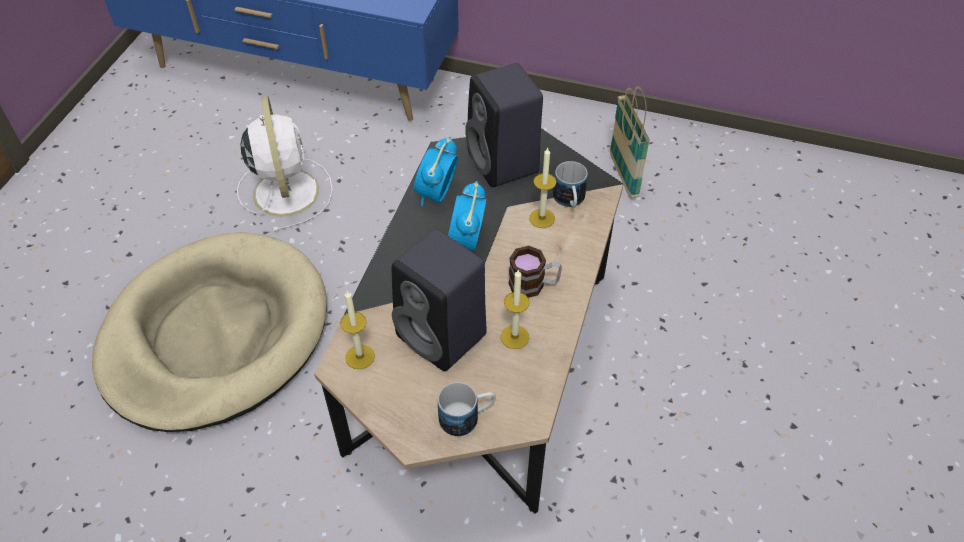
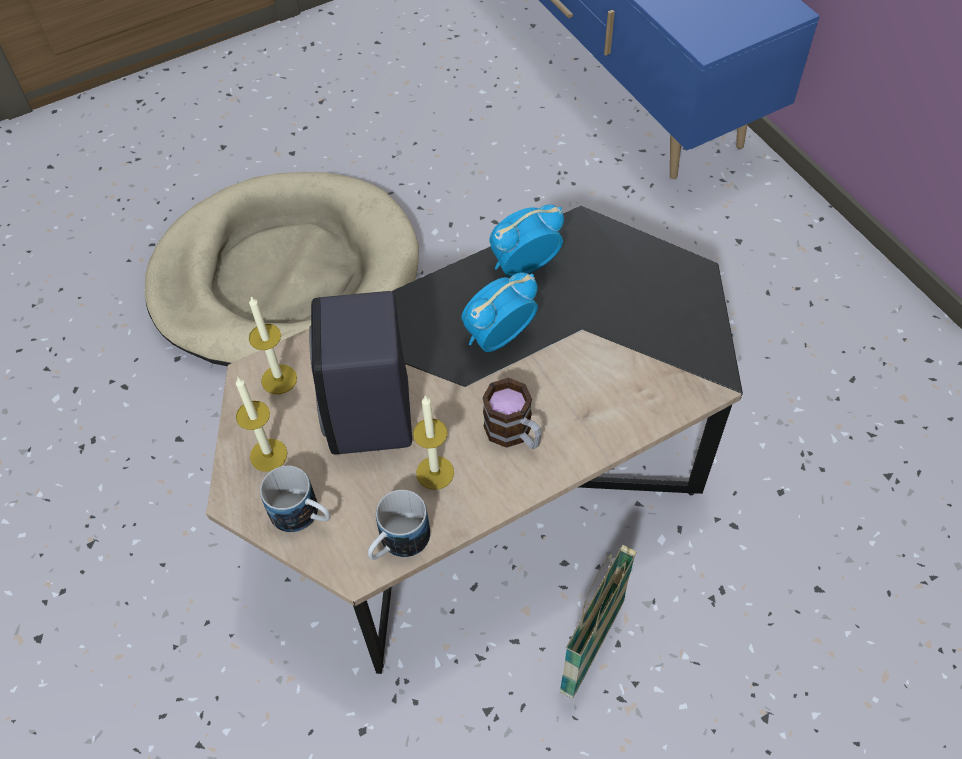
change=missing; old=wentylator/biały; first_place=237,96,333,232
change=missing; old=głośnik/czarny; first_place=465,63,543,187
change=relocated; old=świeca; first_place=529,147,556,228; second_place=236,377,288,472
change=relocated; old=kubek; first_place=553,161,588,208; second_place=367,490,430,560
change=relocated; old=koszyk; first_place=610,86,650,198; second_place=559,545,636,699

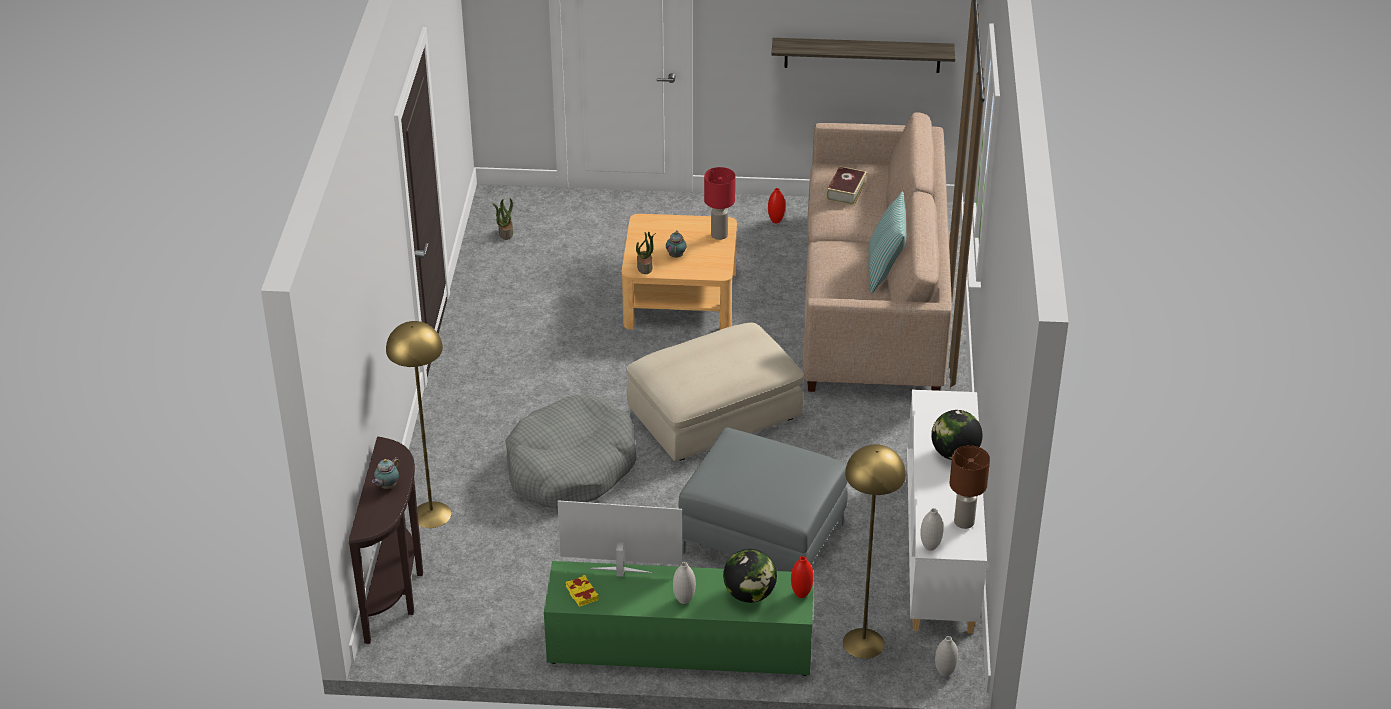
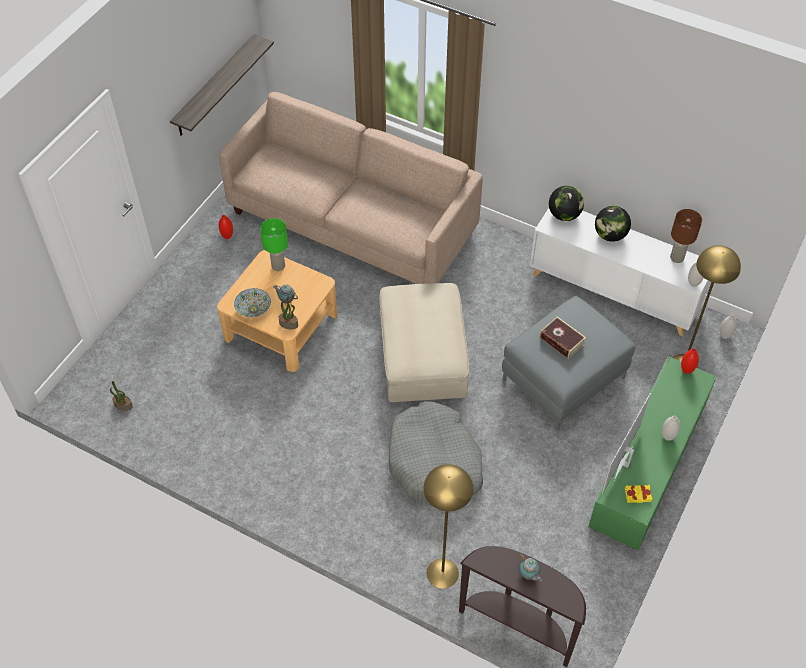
change=colour; old=lampa stołowa/czerwony; new=lampa stołowa/zielony; first_place=704,167,736,240; second_place=260,218,288,271
change=relocated; old=globus; first_place=723,549,777,603; second_place=549,186,584,221
change=relocated; old=książka; first_place=826,166,867,205; second_place=540,317,586,359
change=missing; old=poduszka; first_place=868,191,906,294
change=appeared; new=miska; second_place=234,288,271,317

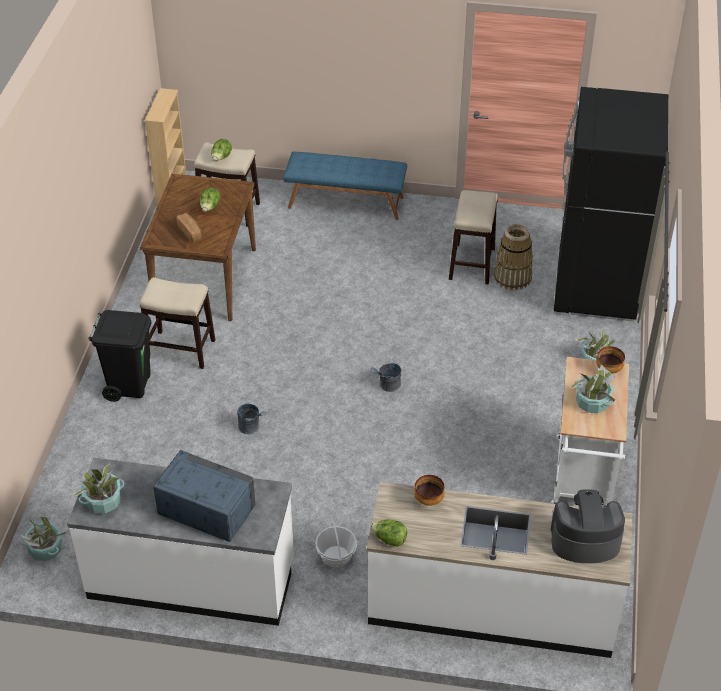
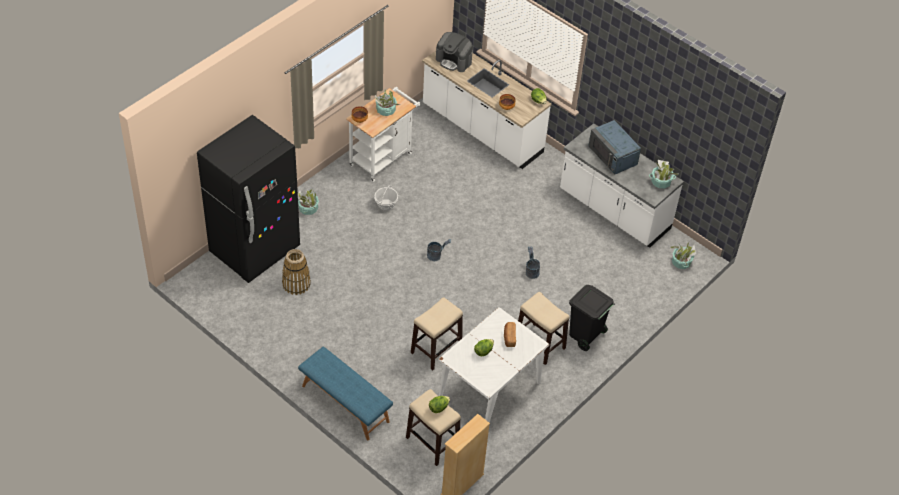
change=colour; old=stół jadalny/brązowy; new=stół jadalny/biały; first_place=140,174,256,321; second_place=438,307,550,423
change=relocated; old=koszyk; first_place=316,522,357,568; second_place=374,185,398,211
change=relocated; old=stołek; first_place=449,190,498,284; second_place=411,297,463,371

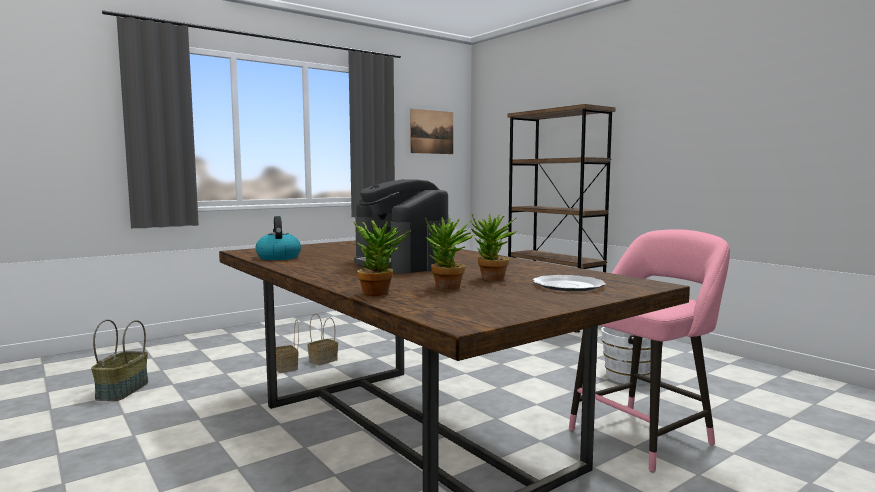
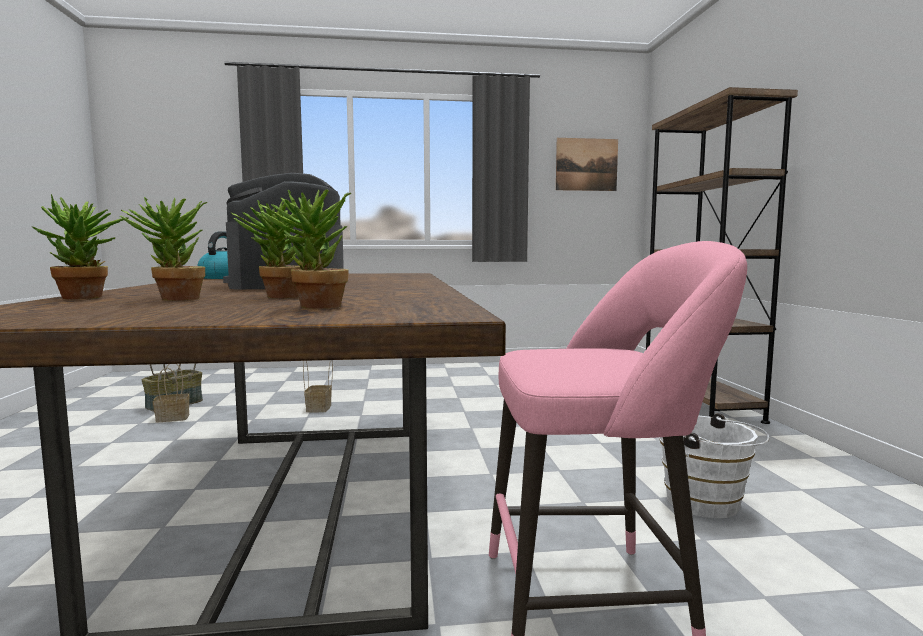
change=relocated; old=koszyk; first_place=307,313,338,365; second_place=153,364,190,423
change=exchanged; old=talerz; new=roślina doniczkowa; first_place=533,275,606,291; second_place=259,190,351,309

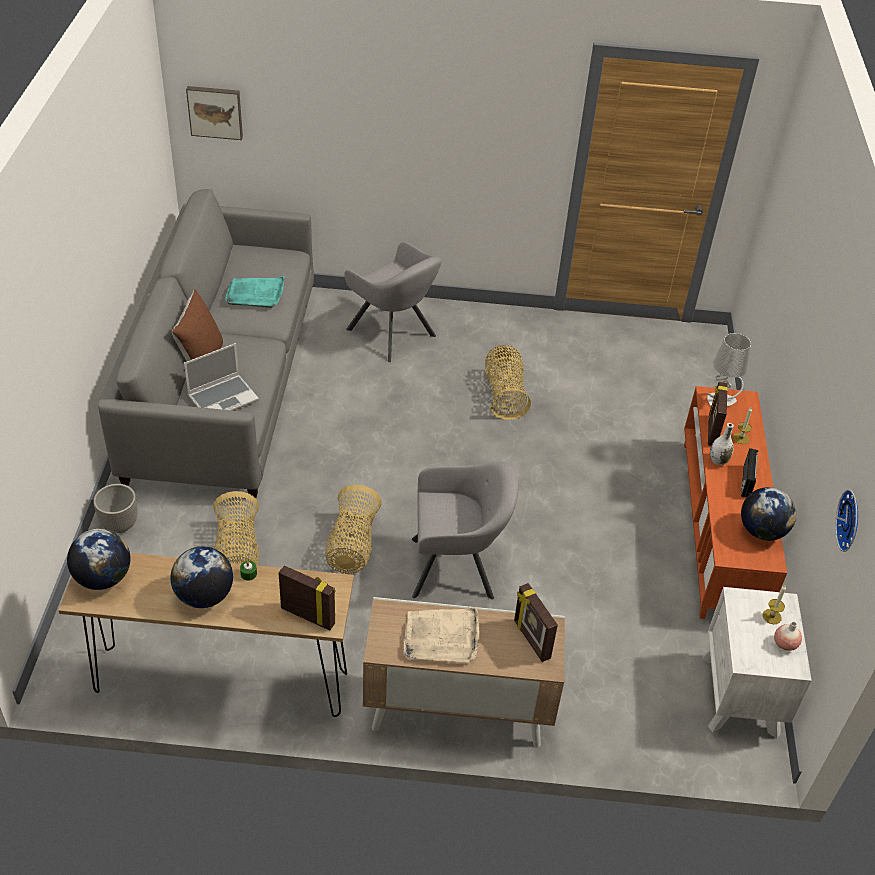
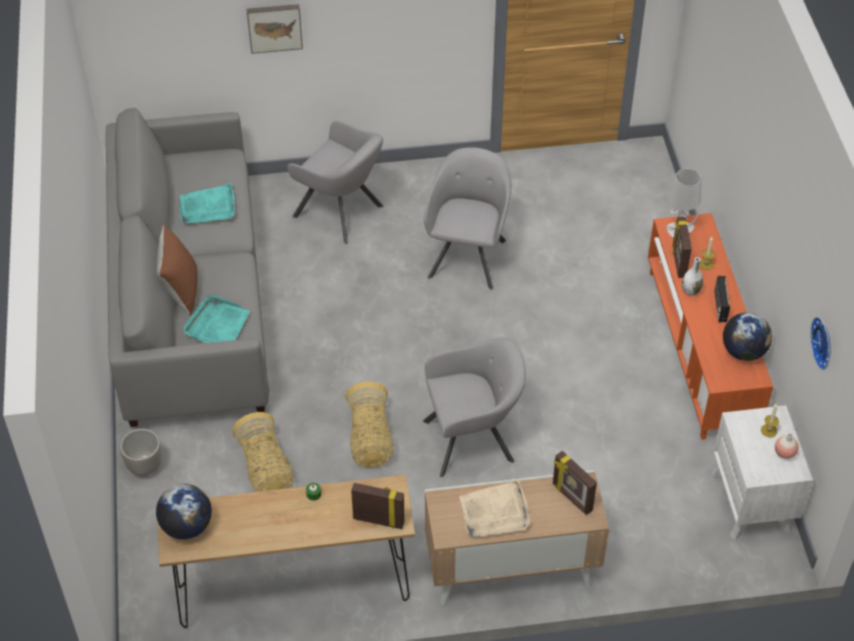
change=missing; old=globus; first_place=171,546,233,608
change=exchanged; old=laptop; new=taca/turkusowy; first_place=184,343,259,411; second_place=183,295,250,343
change=relocated; old=obraz; first_place=186,86,243,140; second_place=247,4,303,54
change=exchanged; old=koszyk; new=fotel/szary; first_place=485,345,531,420; second_place=424,147,511,290

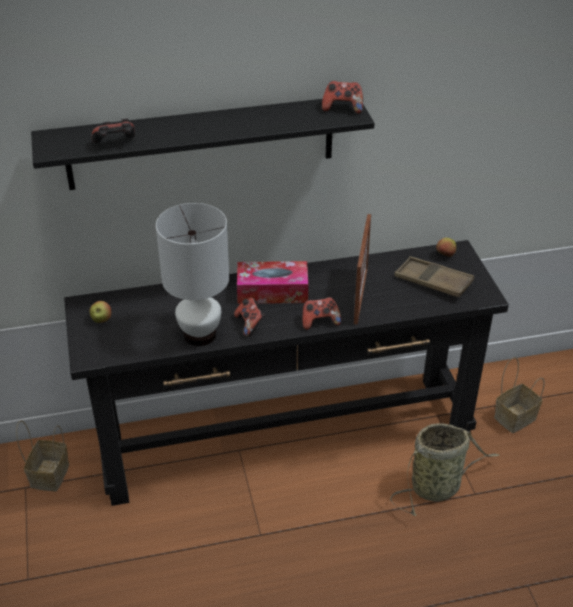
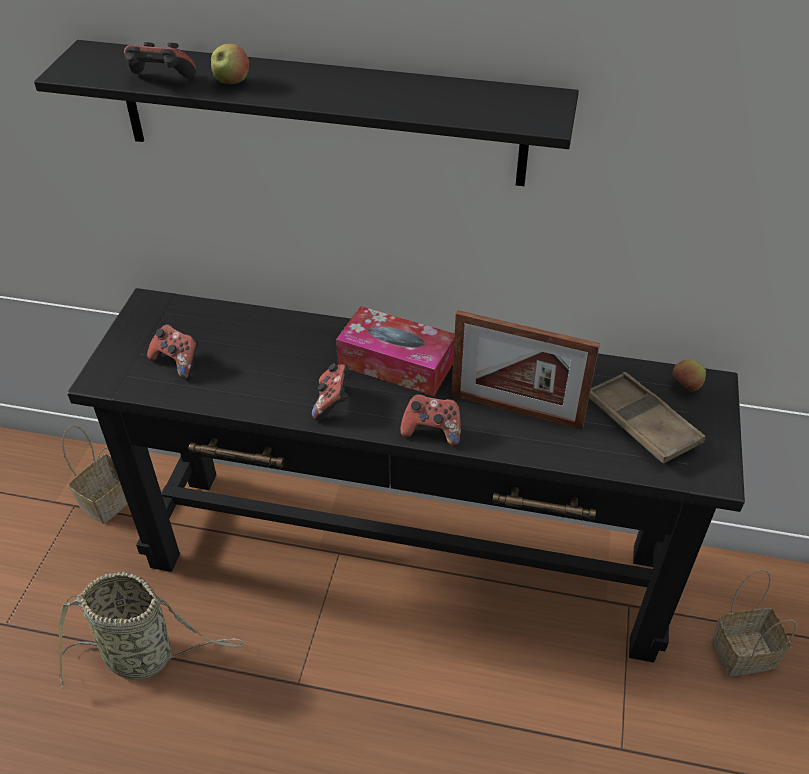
change=relocated; old=jabłko; first_place=90,301,111,323; second_place=211,43,249,84
change=missing; old=lampa stołowa/biały; first_place=156,203,229,346
change=relocated; old=pad do gier; first_place=322,81,363,114; second_place=147,324,198,379
change=spun; old=ramka na zdjęcie; first_place=354,214,371,325; second_place=451,310,600,430; degrees=75
change=relocated; old=koszyk; first_place=390,423,500,516; second_place=58,571,244,689

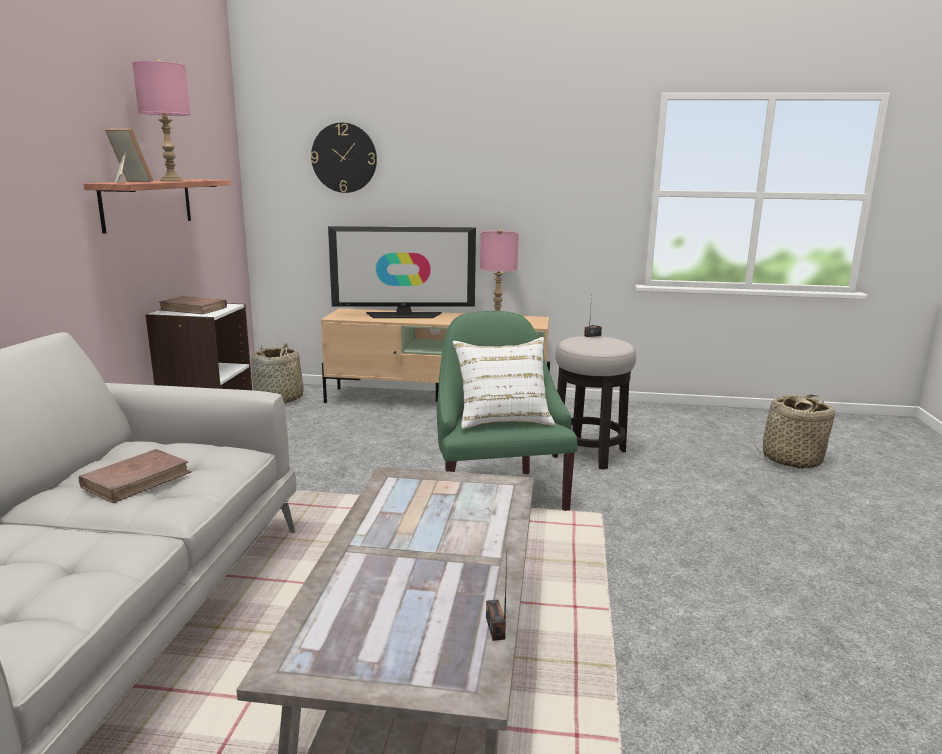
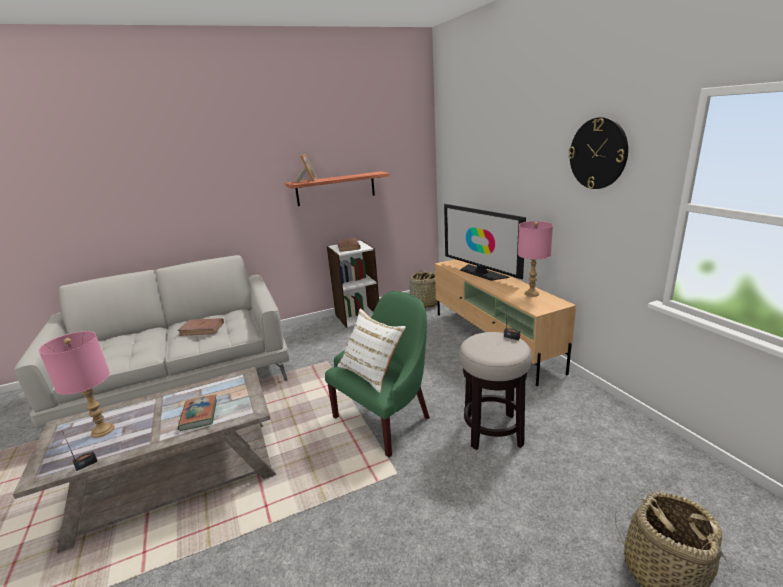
change=relocated; old=lampa stołowa/różowy; first_place=132,60,190,181; second_place=39,331,115,438
change=relocated; old=zegar ścienny; first_place=311,123,377,193; second_place=568,117,628,189
change=appeared; new=książka; second_place=178,394,217,431

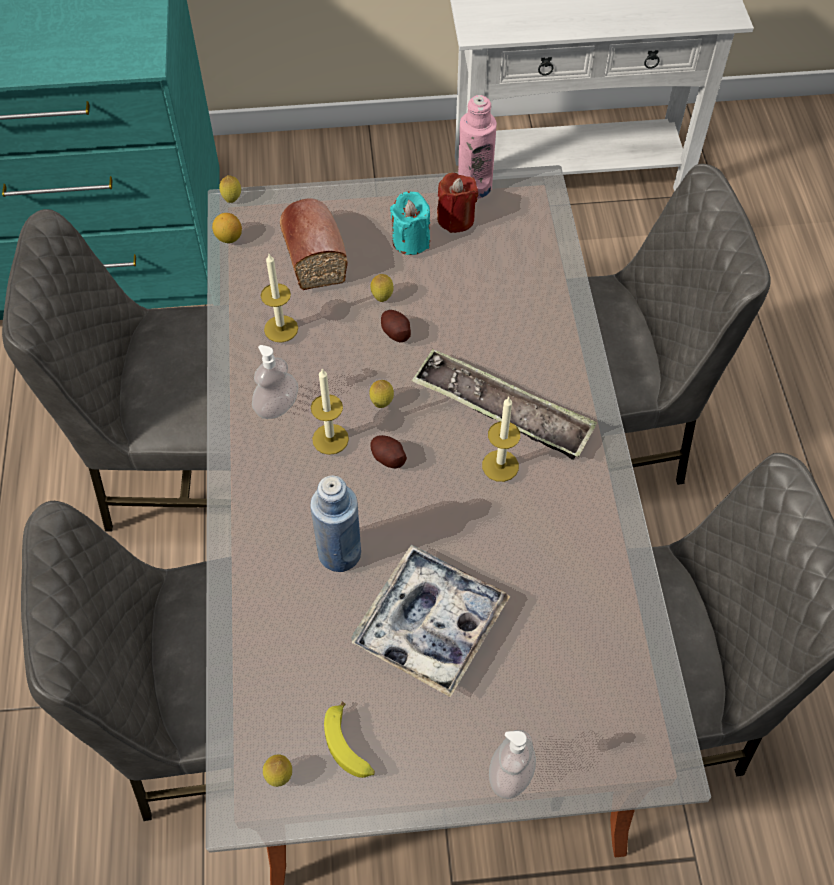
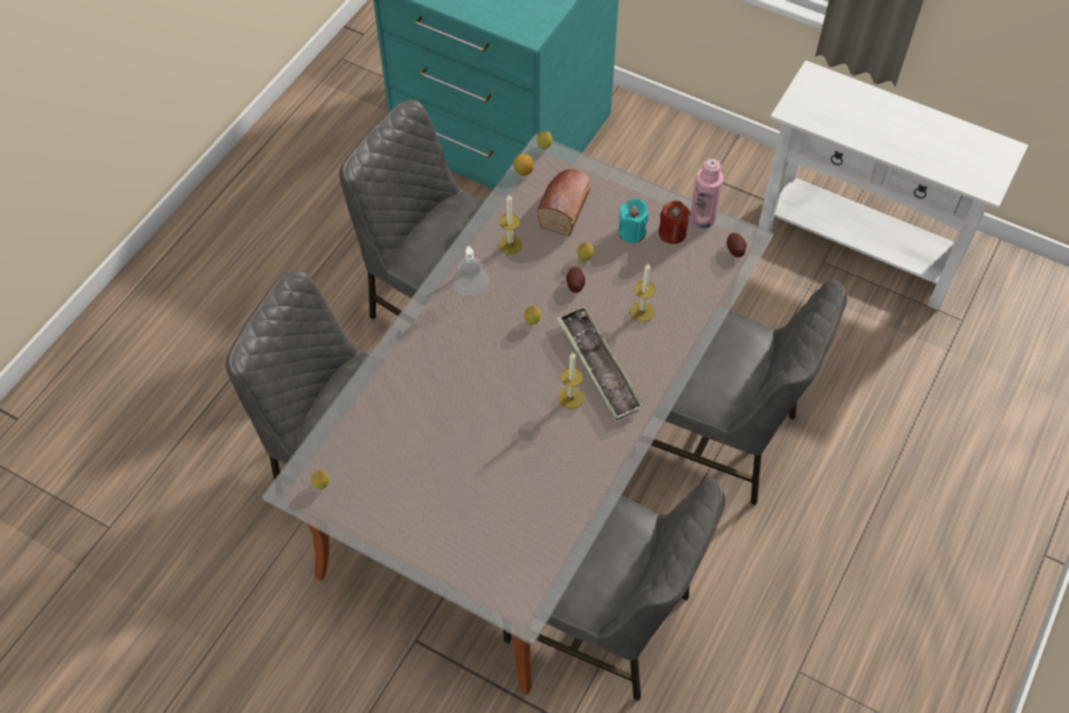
change=missing; old=butelka/niebieski; first_place=310,475,361,572
change=relocated; old=świeca; first_place=311,368,349,455; second_place=630,264,656,322
change=missing; old=banan; first_place=324,702,375,778
change=missing; old=taca; first_place=351,545,510,697
change=relocated; old=ziemniak; first_place=370,435,407,468; second_place=727,233,746,257
change=missing; old=dozownik mydła; first_place=489,730,536,799

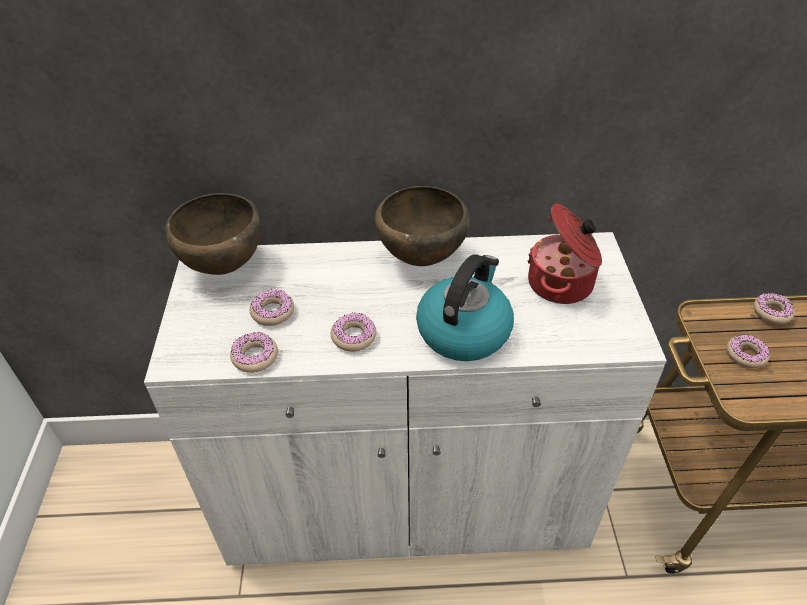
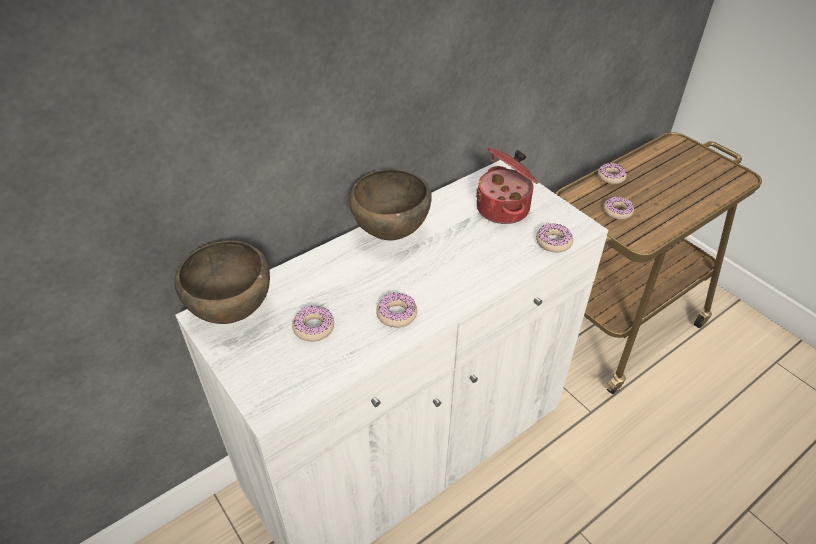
change=relocated; old=donut; first_place=230,332,278,373; second_place=536,223,573,252
change=missing; old=czajnik; first_place=416,254,514,361

